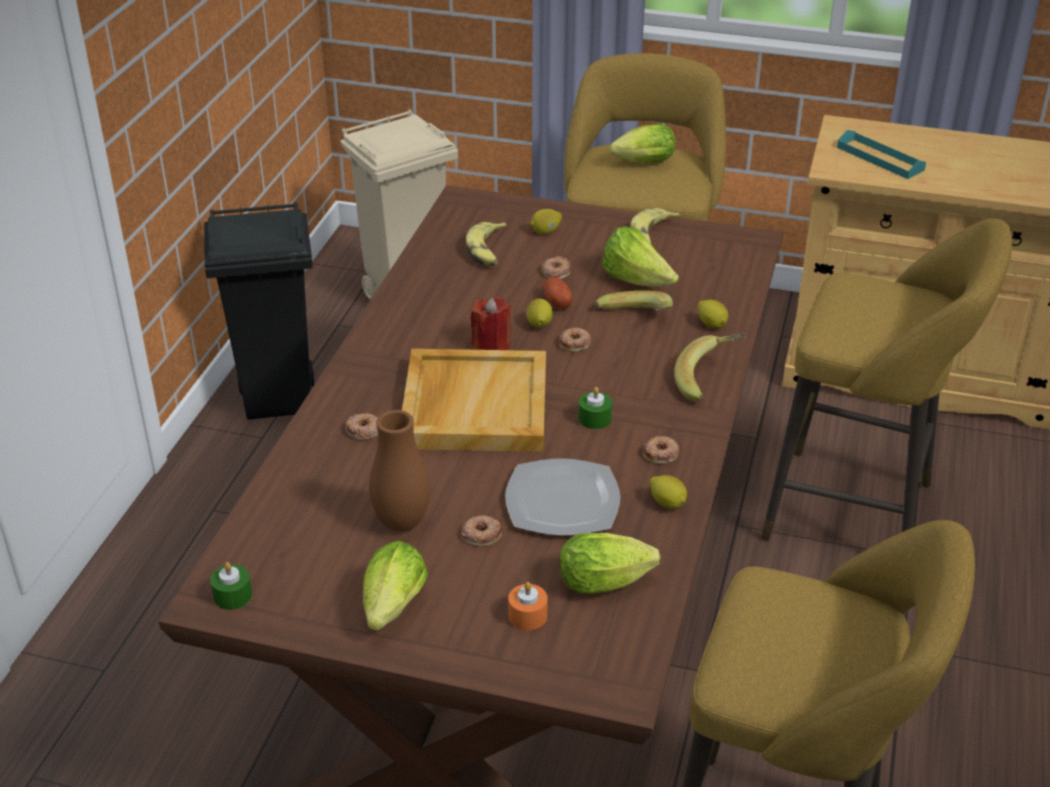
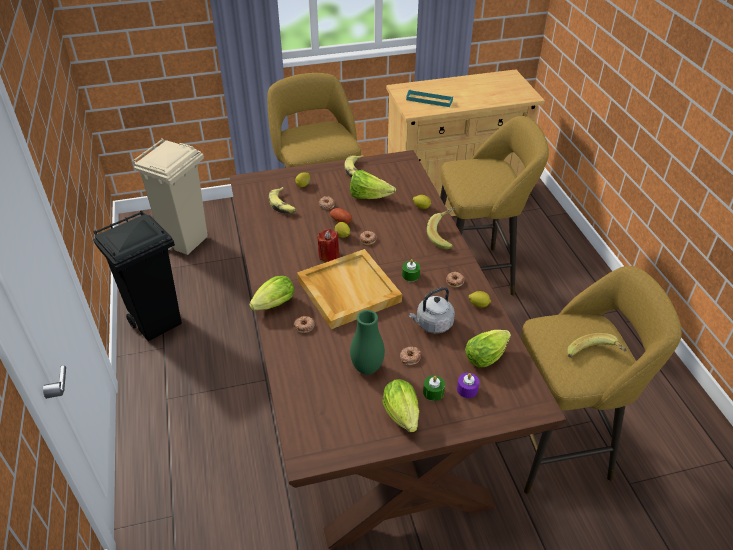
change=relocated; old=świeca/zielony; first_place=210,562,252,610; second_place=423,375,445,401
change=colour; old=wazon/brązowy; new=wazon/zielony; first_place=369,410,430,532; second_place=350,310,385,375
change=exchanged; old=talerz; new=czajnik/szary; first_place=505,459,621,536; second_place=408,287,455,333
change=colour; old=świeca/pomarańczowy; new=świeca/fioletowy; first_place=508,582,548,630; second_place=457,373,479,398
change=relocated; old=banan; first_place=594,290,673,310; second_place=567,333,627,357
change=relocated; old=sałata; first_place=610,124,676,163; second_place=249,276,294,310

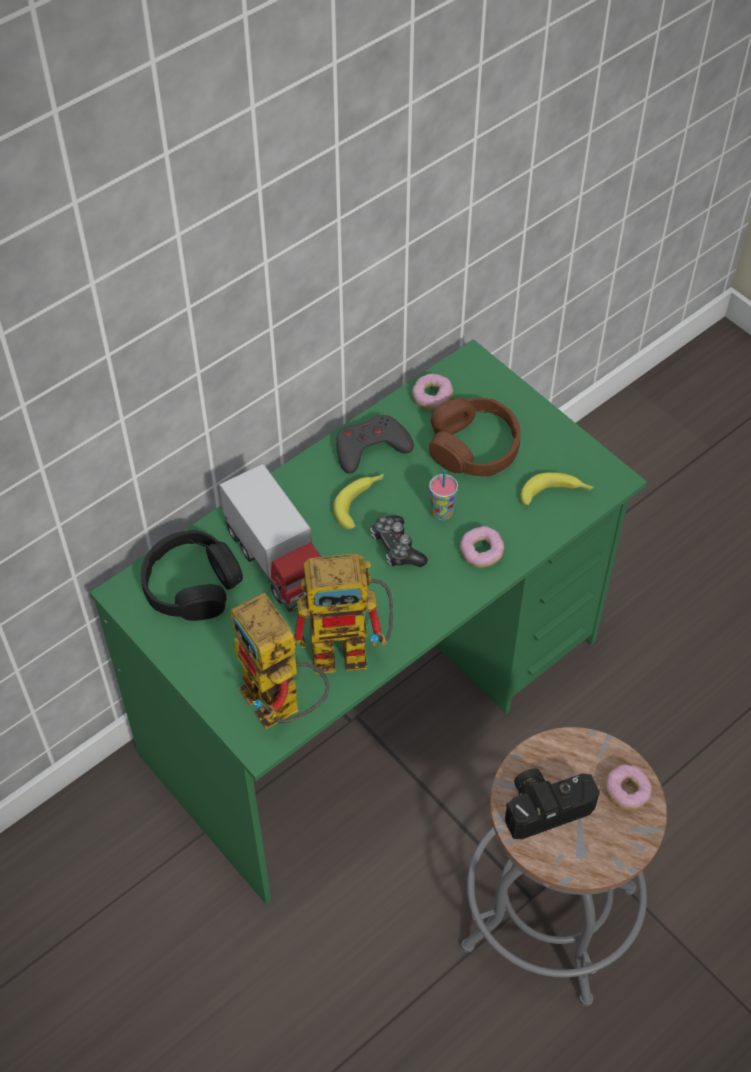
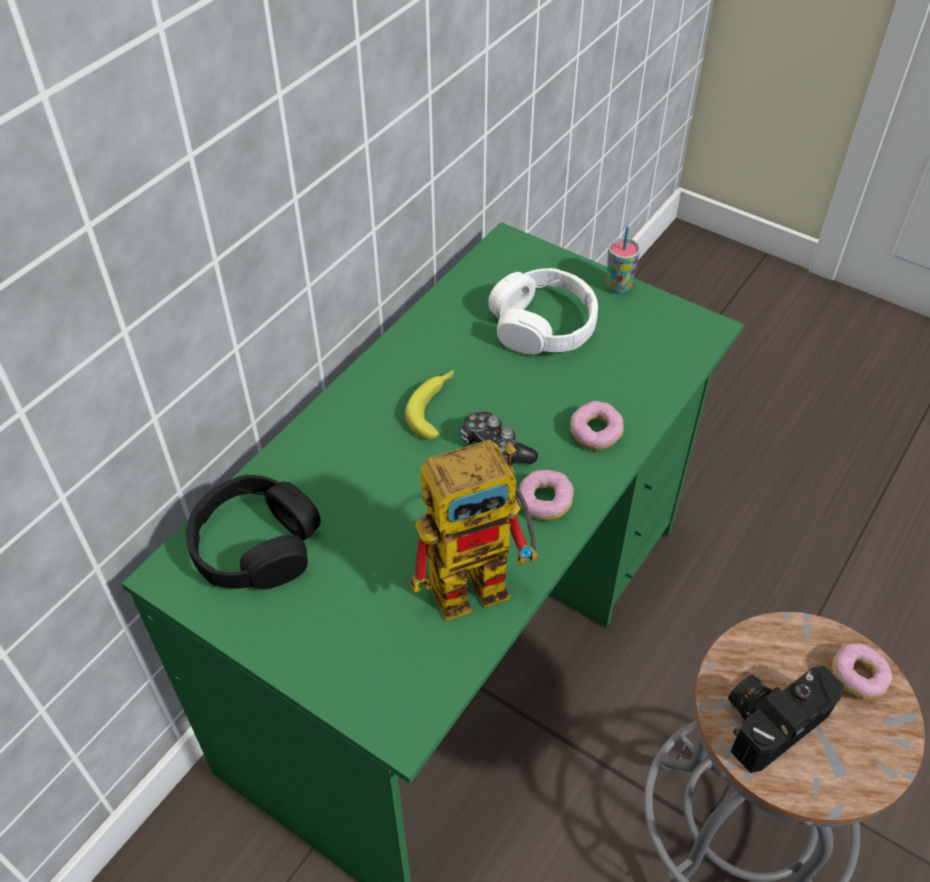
change=missing; old=ciężarówka zabawkowa; first_place=219,464,321,612
change=missing; old=robot zabawkowy; first_place=230,593,329,730
change=missing; old=pad do gier/szary; first_place=336,415,414,473
change=relocated; old=donut; first_place=412,373,453,410; second_place=518,470,574,521
change=colour; old=słuchawki/brązowy; new=słuchawki/biały; first_place=429,398,521,476; second_place=488,268,598,355
change=relocated; old=filiżanka; first_place=429,470,458,521; second_place=606,226,640,294
change=missing; old=banan; first_place=520,472,594,505

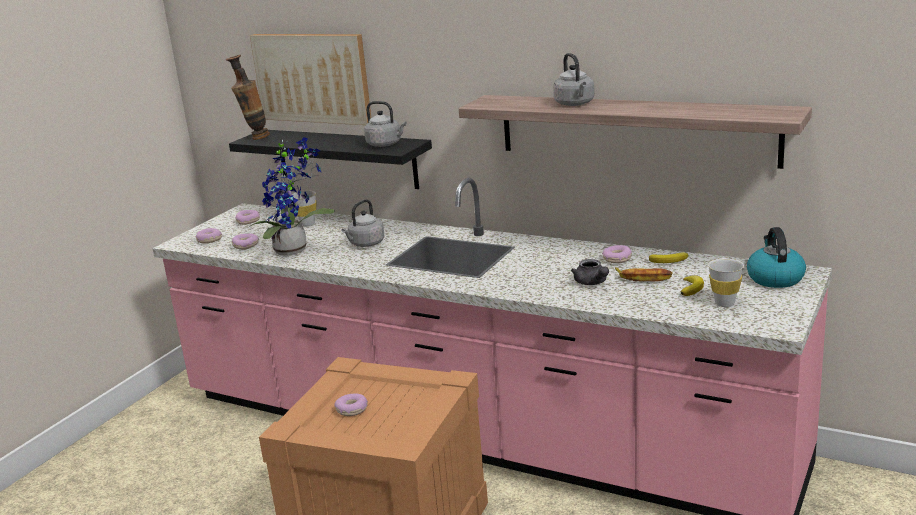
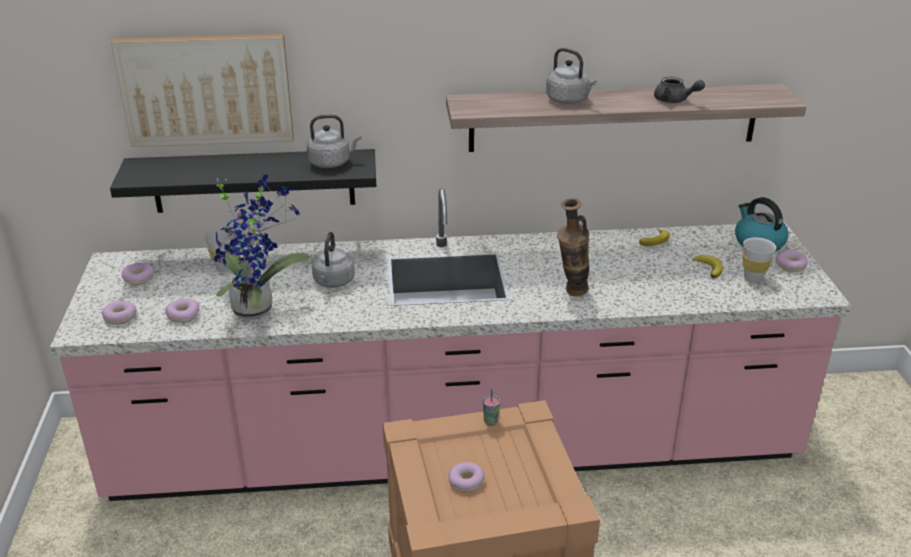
change=relocated; old=wazon; first_place=226,55,270,140; second_place=557,198,590,296
change=relocated; old=imbryk/szary; first_place=571,259,609,285; second_place=654,77,705,103
change=relocated; old=donut; first_place=602,245,632,263; second_place=775,250,808,272
change=missing; old=banan; first_place=615,267,672,282
change=appeared; new=filiżanka; second_place=483,389,500,426

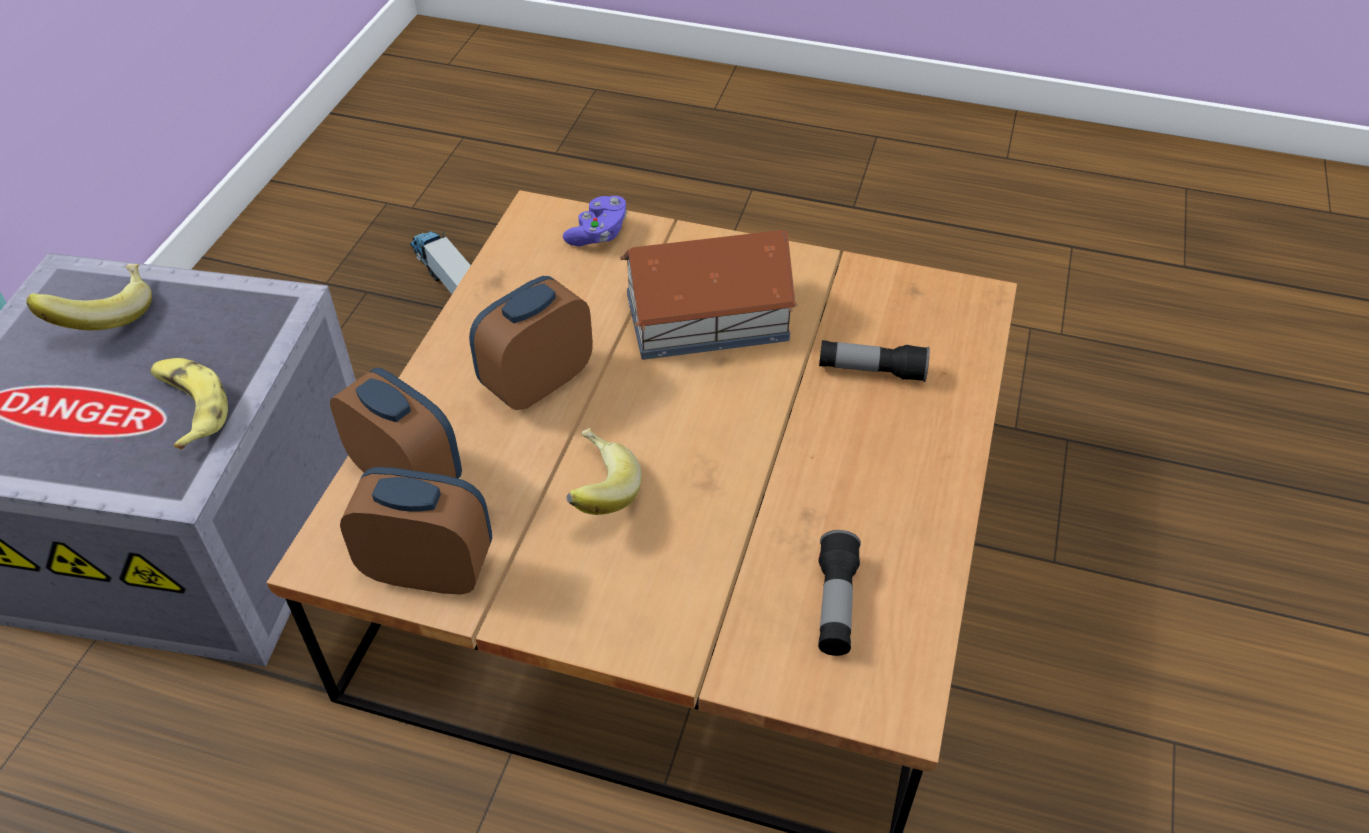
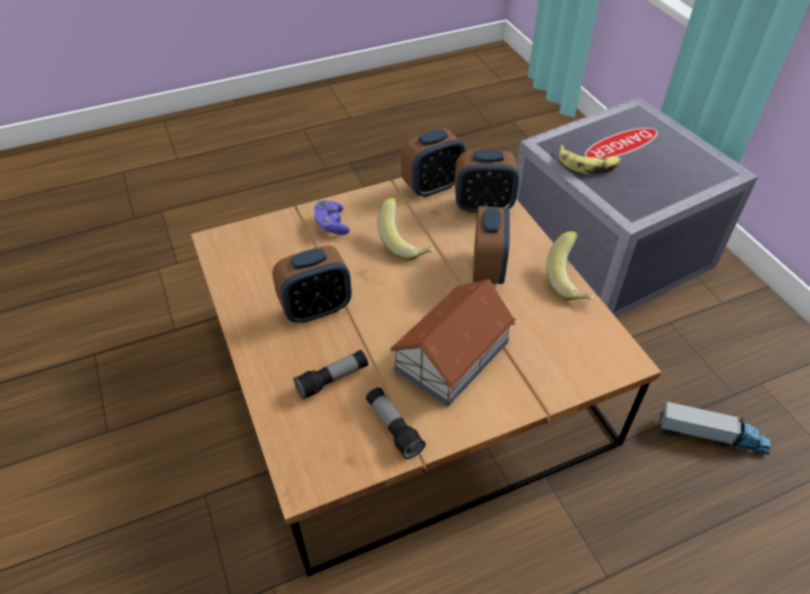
change=relocated; old=banan; first_place=26,264,152,330; second_place=546,231,594,301
change=relocated; old=pad do gier/fioletowy; first_place=563,196,627,246; second_place=314,200,350,235
change=relocated; old=latarka; first_place=818,530,861,656; second_place=366,387,426,459
change=appeared; new=budzik; second_place=272,245,352,323

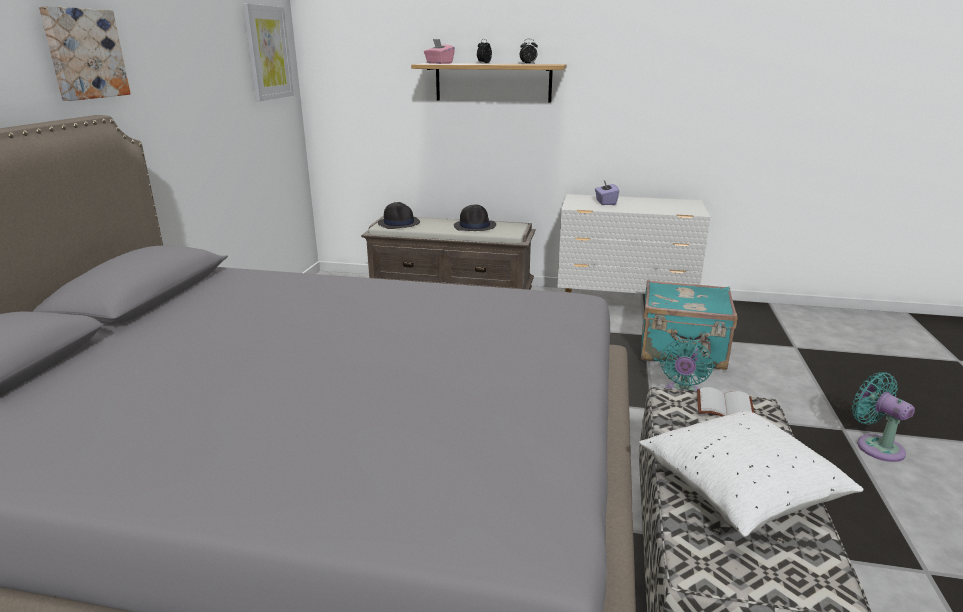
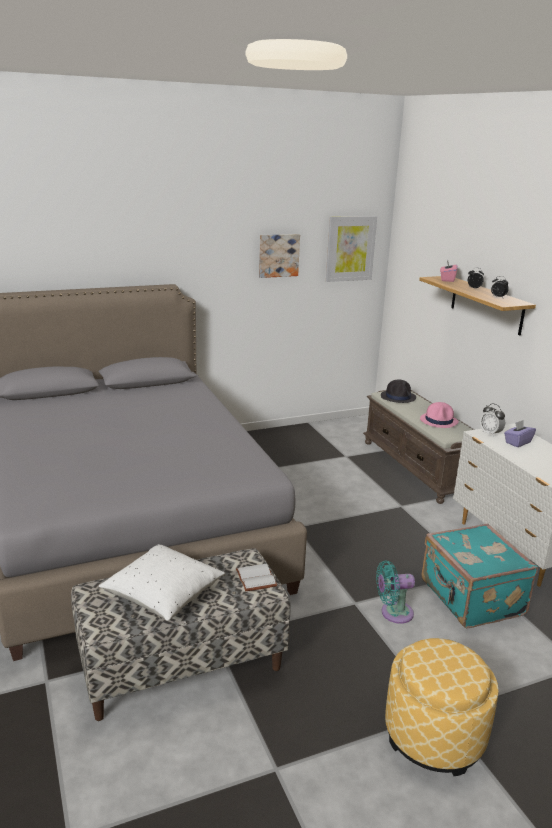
change=relocated; old=obraz; first_place=39,6,131,101; second_place=259,234,300,278
change=colour; old=kapelusz/czarny; new=kapelusz/różowy; first_place=454,205,496,231; second_place=420,402,459,428
change=exchanged; old=wentylator/turkusowy; new=pufa; first_place=852,372,915,462; second_place=385,638,499,776
change=appeared; new=budzik; second_place=480,403,505,437

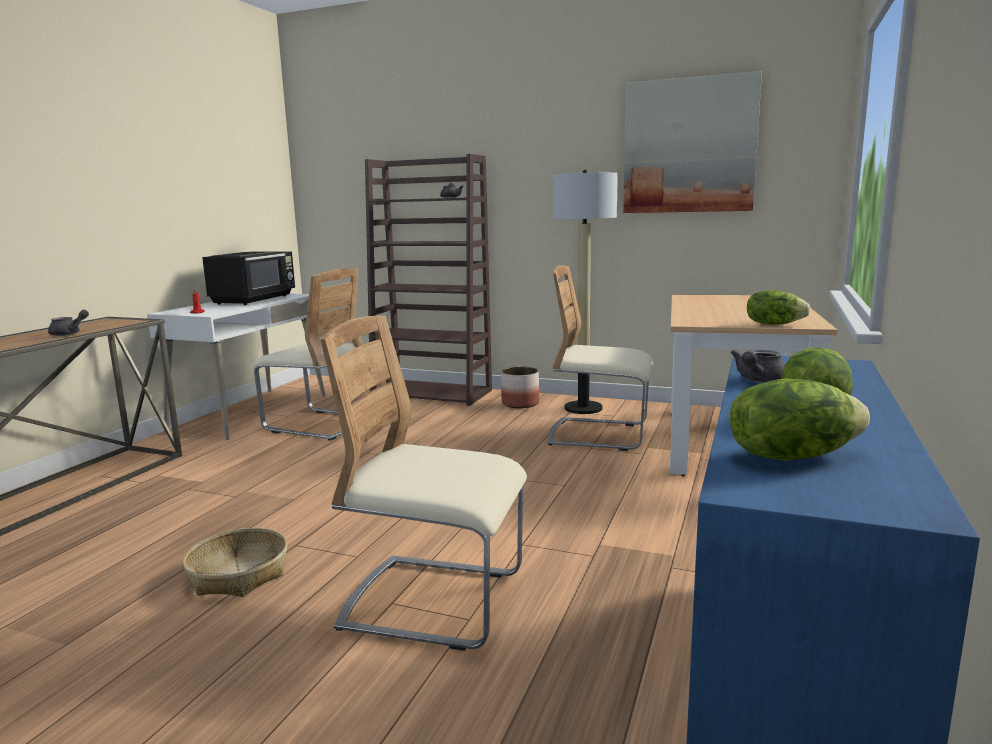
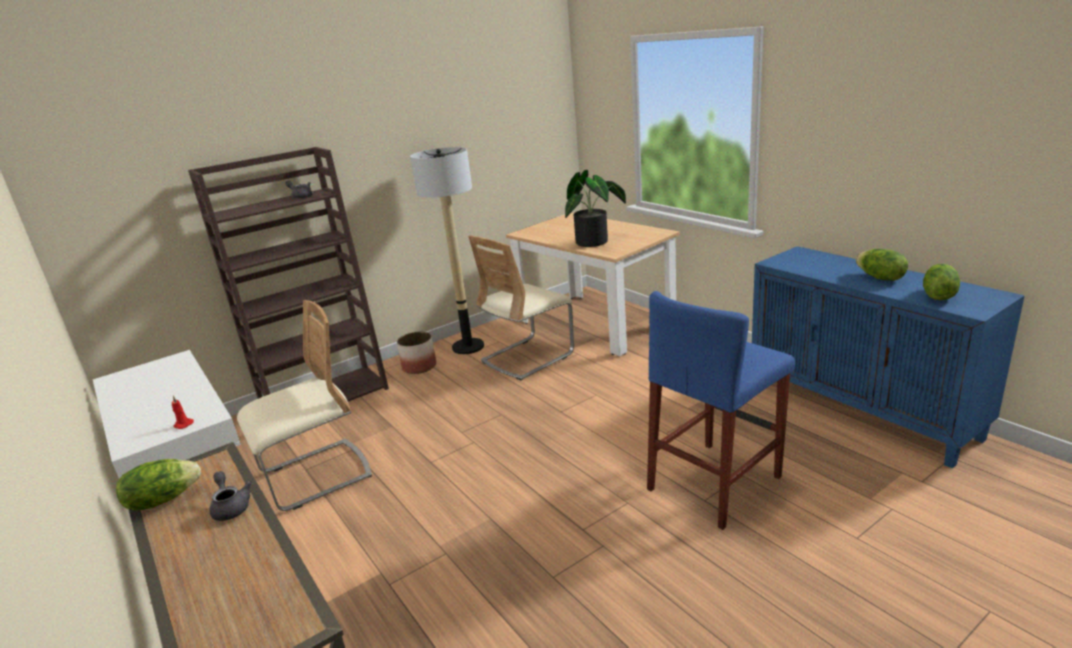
change=missing; old=koszyk; first_place=183,528,287,597
change=missing; old=mikrofalówka/czarny; first_place=202,251,295,305
change=exchanged; old=krzesło/beżowy; new=stołek/niebieski; first_place=321,316,527,651; second_place=647,291,795,530
change=missing; old=obraz; first_place=623,71,762,213
change=missing; old=imbryk/szary; first_place=731,350,785,383
change=relocated; old=sałata; first_place=747,290,810,324; second_place=116,459,201,510
change=appeared; new=roślina doniczkowa; second_place=565,170,626,247

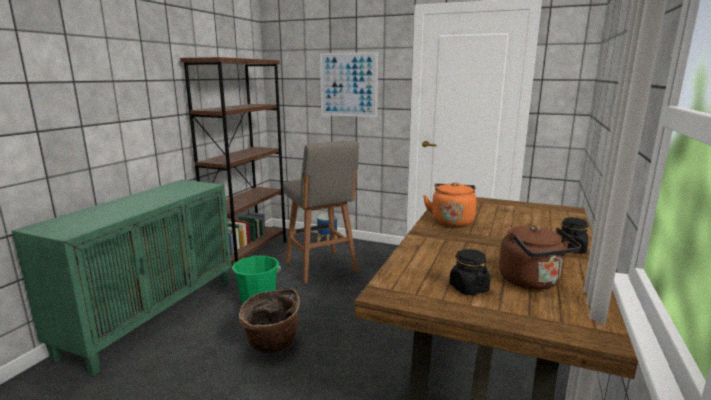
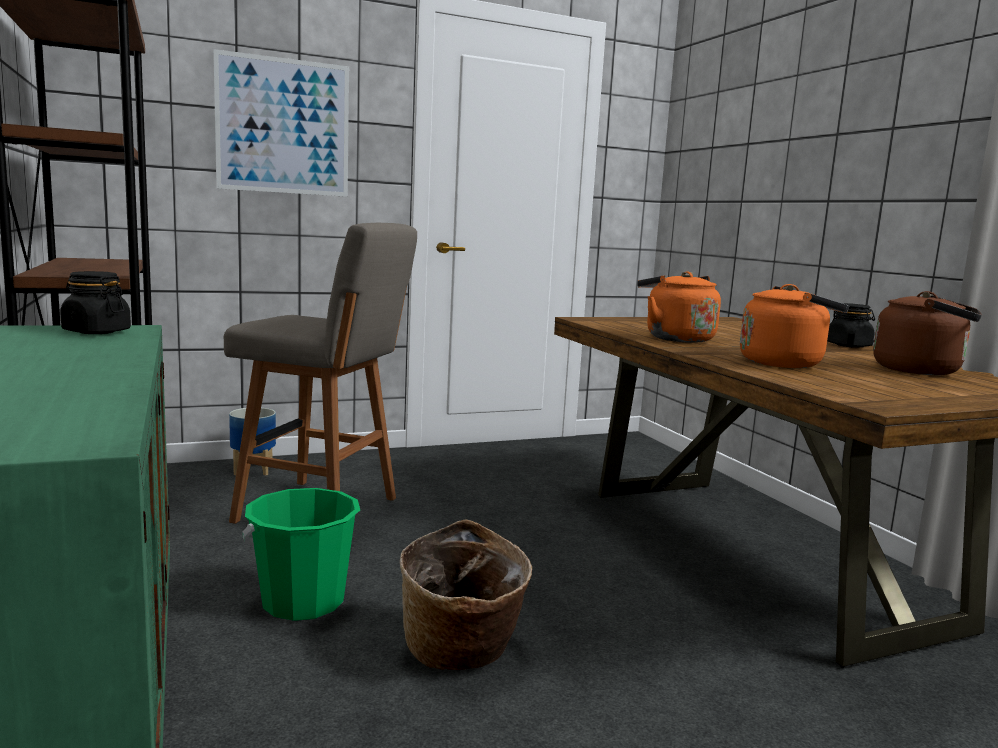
change=relocated; old=słoik/czarny; first_place=449,249,490,295; second_place=60,271,131,334
change=appeared; new=czajnik/pomarańczowy; second_place=740,284,849,368

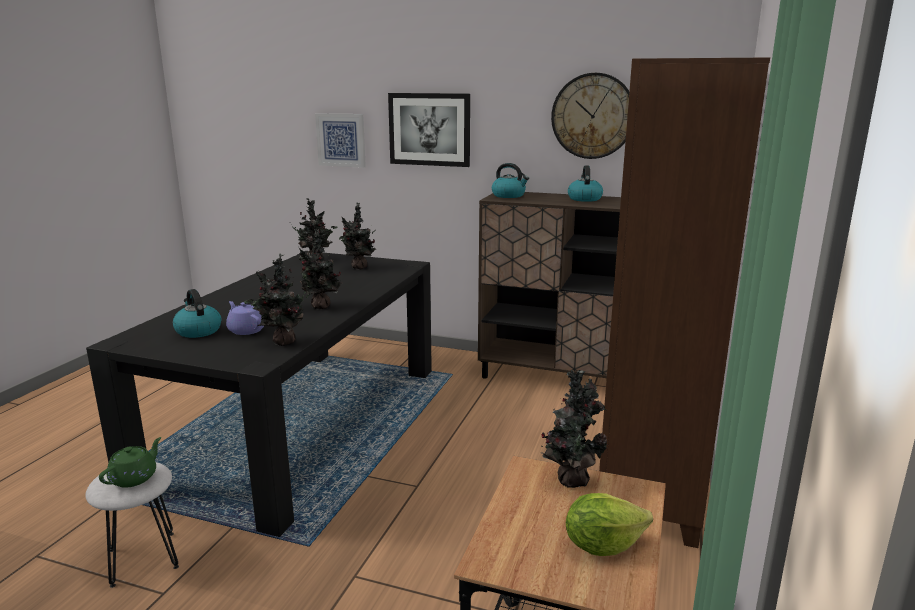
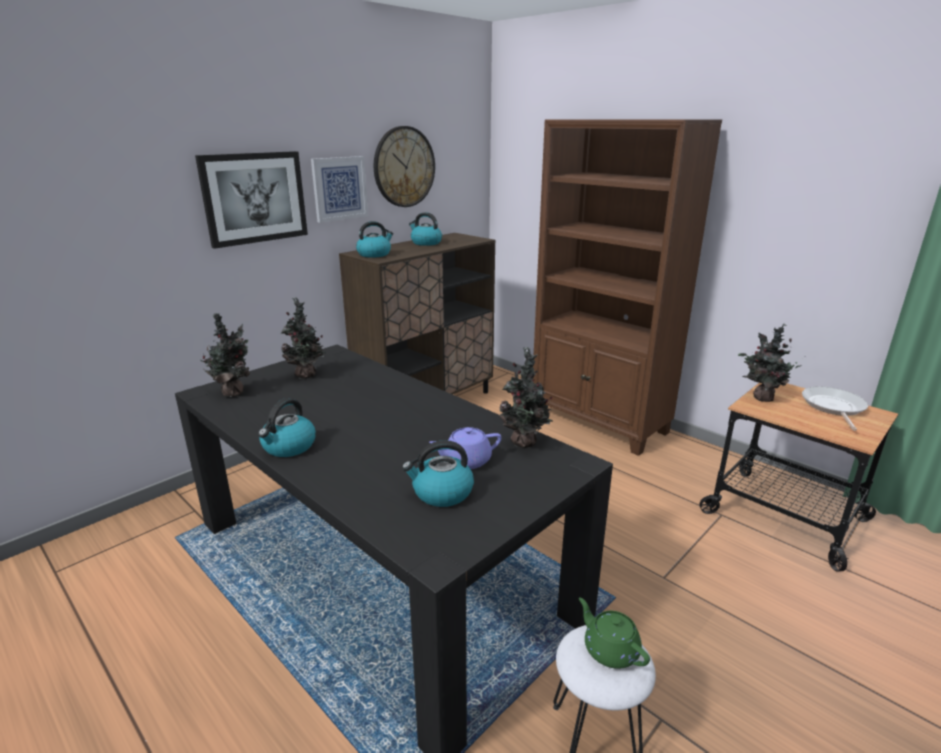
change=missing; old=roślina doniczkowa; first_place=298,229,342,309
change=relocated; old=obraz; first_place=315,113,366,168; second_place=311,156,368,223
change=exchanged; old=sałata; new=patelnia; first_place=566,493,653,556; second_place=802,386,868,431
change=appeared; new=czajnik; second_place=258,398,316,457

